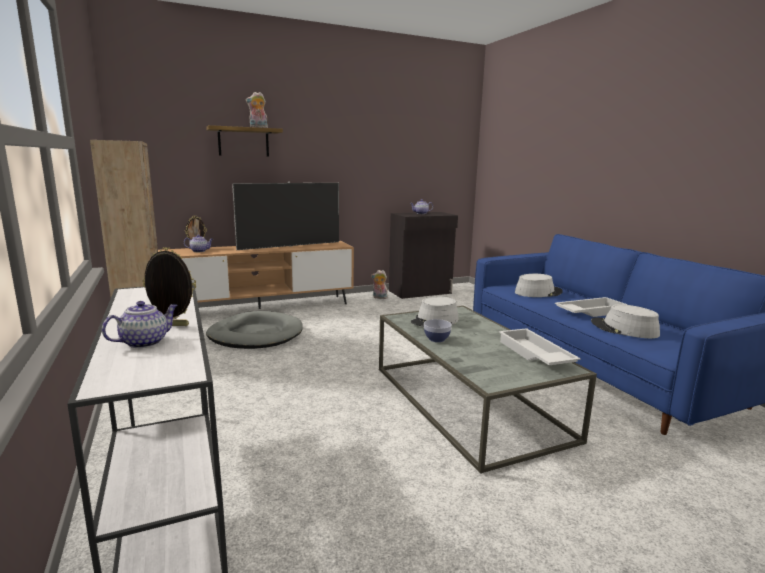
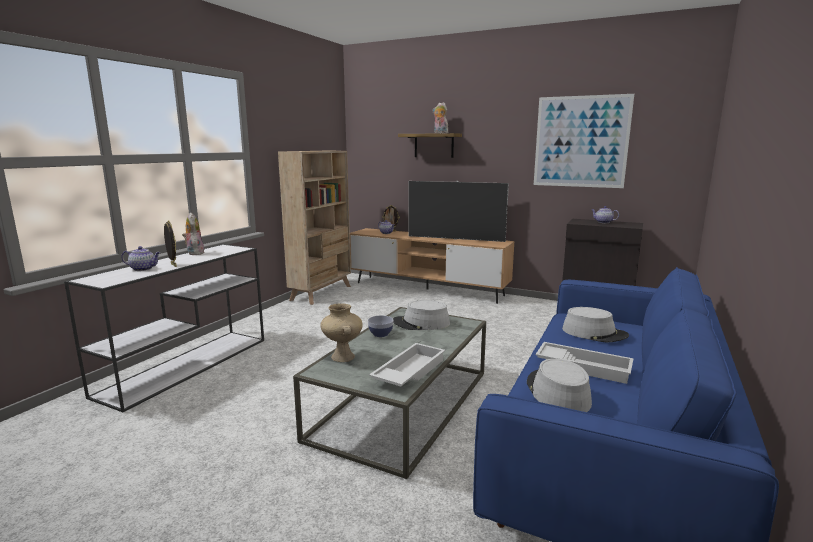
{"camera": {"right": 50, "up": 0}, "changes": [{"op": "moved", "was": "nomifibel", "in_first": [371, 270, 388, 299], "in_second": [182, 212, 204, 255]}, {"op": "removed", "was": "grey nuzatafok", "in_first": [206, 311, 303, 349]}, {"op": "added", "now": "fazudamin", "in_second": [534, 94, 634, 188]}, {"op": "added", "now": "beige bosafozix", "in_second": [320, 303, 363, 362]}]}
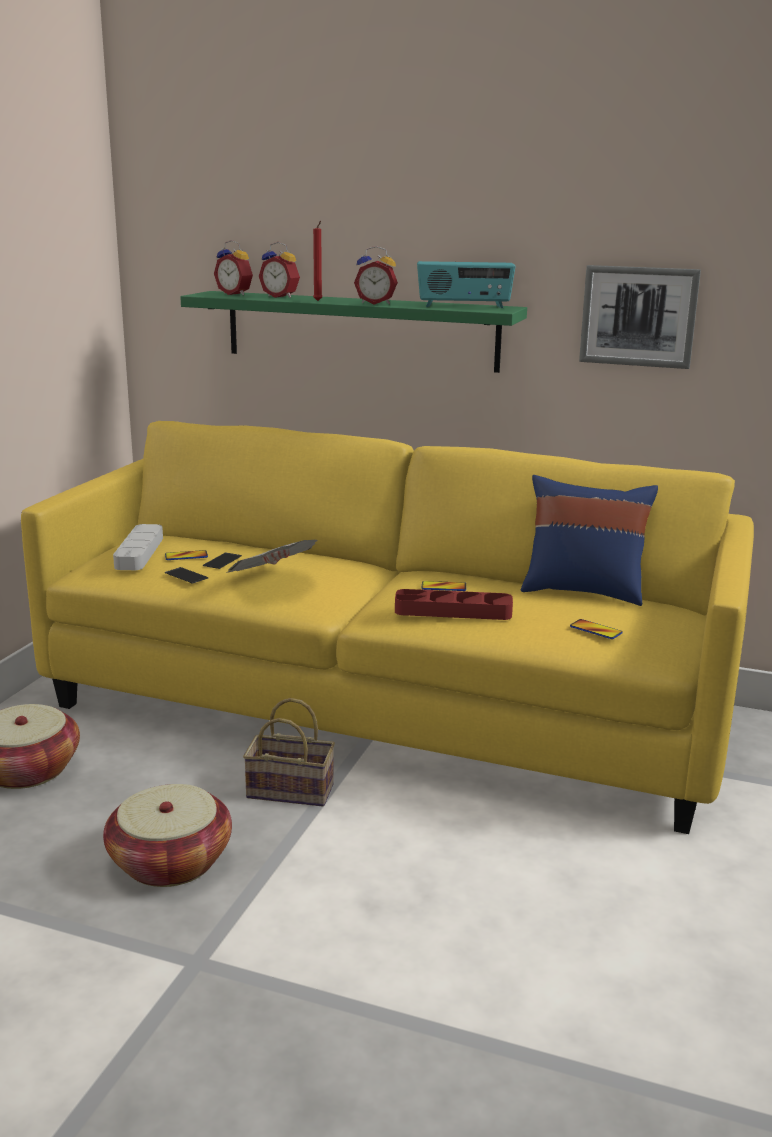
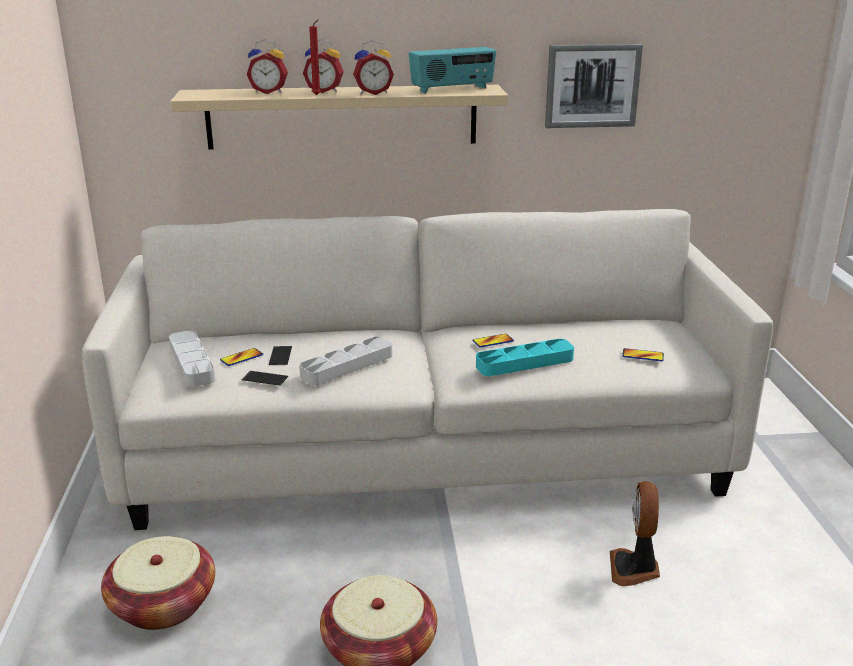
{"camera": {"right": -25, "up": 5}, "changes": [{"op": "moved", "was": "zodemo", "in_first": [214, 240, 253, 295], "in_second": [303, 39, 344, 93]}, {"op": "recoloured", "was": "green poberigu", "now": "beige poberigu", "in_first": [180, 291, 527, 373], "in_second": [170, 85, 508, 150]}, {"op": "recoloured", "was": "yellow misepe", "now": "white misepe", "in_first": [21, 421, 754, 834], "in_second": [82, 209, 773, 530]}, {"op": "removed", "was": "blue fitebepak", "in_first": [521, 475, 658, 606]}, {"op": "replaced", "was": "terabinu", "now": "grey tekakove", "in_first": [228, 540, 318, 572], "in_second": [299, 337, 392, 385]}, {"op": "recoloured", "was": "red tekakove", "now": "turquoise tekakove", "in_first": [395, 589, 513, 620], "in_second": [476, 339, 574, 376]}, {"op": "removed", "was": "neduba", "in_first": [243, 698, 335, 807]}, {"op": "added", "now": "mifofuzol", "in_second": [610, 481, 660, 586]}]}
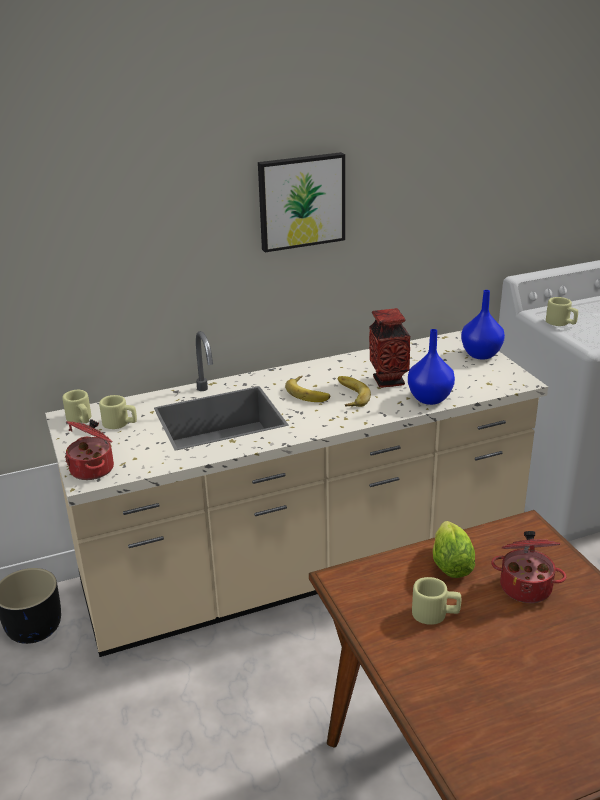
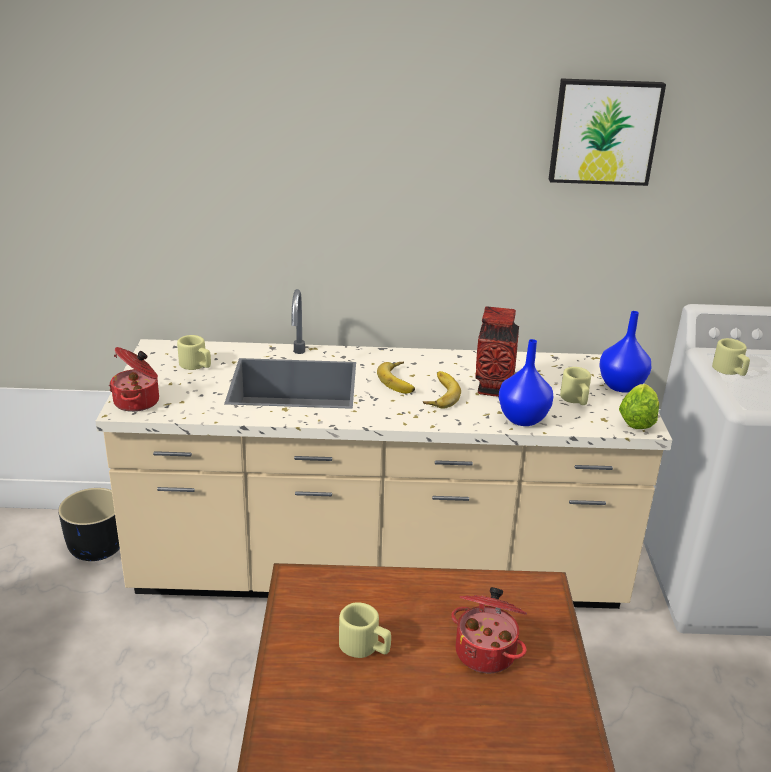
{"camera": {"right": 20, "up": 0}, "changes": [{"op": "moved", "was": "fazudamin", "in_first": [258, 152, 345, 252], "in_second": [549, 78, 666, 186]}, {"op": "moved", "was": "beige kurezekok", "in_first": [62, 390, 91, 423], "in_second": [560, 367, 591, 405]}, {"op": "moved", "was": "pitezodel", "in_first": [433, 521, 475, 578], "in_second": [619, 384, 659, 429]}]}
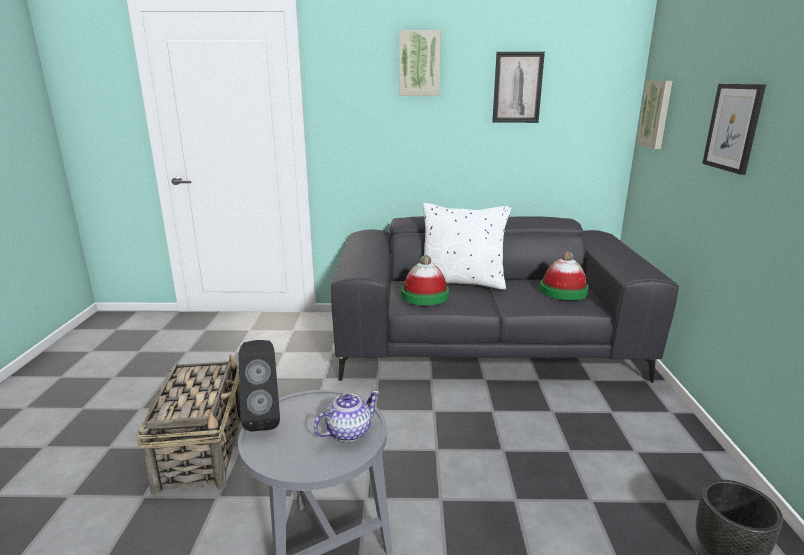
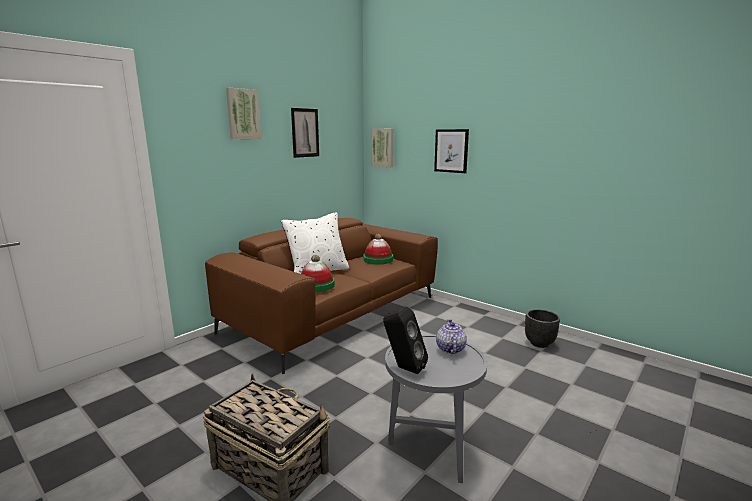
{"camera": {"right": -50, "up": -5}, "changes": [{"op": "recoloured", "was": "grey misepe", "now": "brown misepe", "in_first": [331, 216, 679, 383], "in_second": [205, 218, 438, 374]}]}
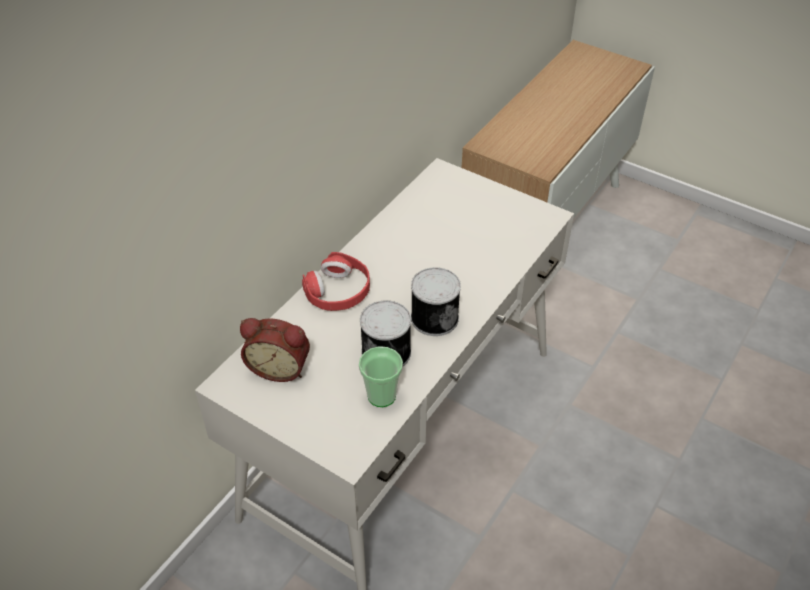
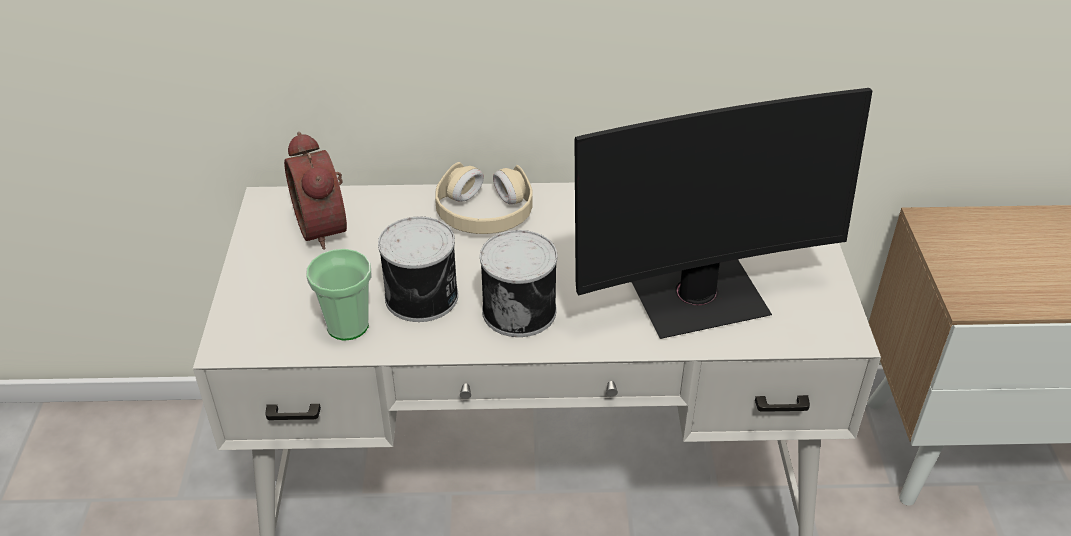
{"camera": {"right": 55, "up": -5}, "changes": [{"op": "recoloured", "was": "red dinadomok", "now": "beige dinadomok", "in_first": [302, 252, 370, 311], "in_second": [435, 162, 533, 234]}, {"op": "added", "now": "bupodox", "in_second": [575, 88, 873, 339]}]}
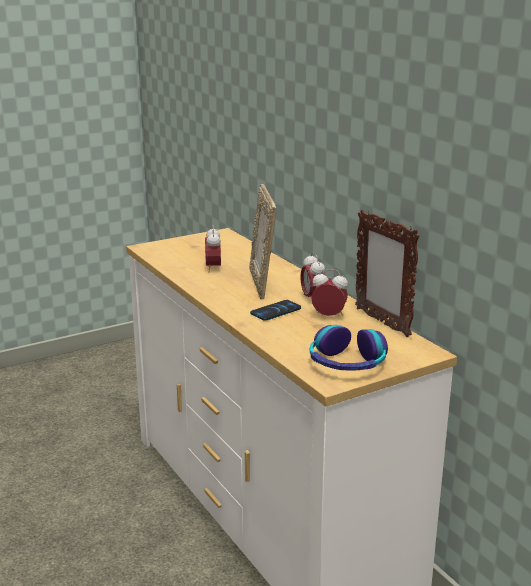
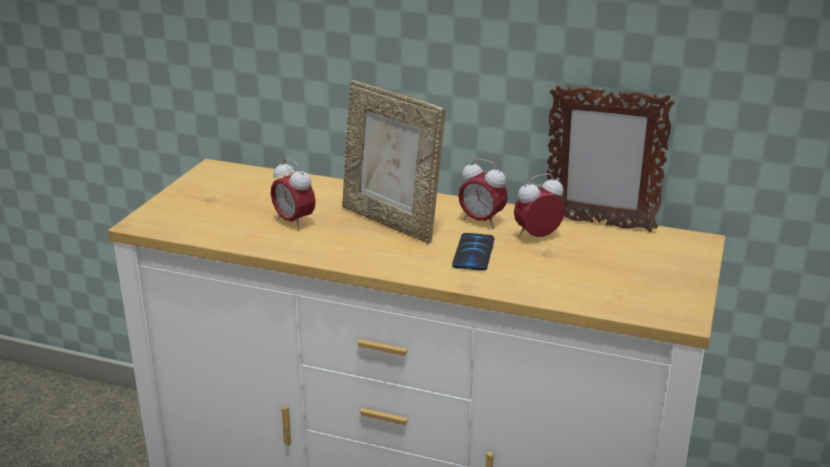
{"camera": {"right": -40, "up": 5}, "changes": [{"op": "removed", "was": "dinadomok", "in_first": [310, 325, 388, 370]}]}
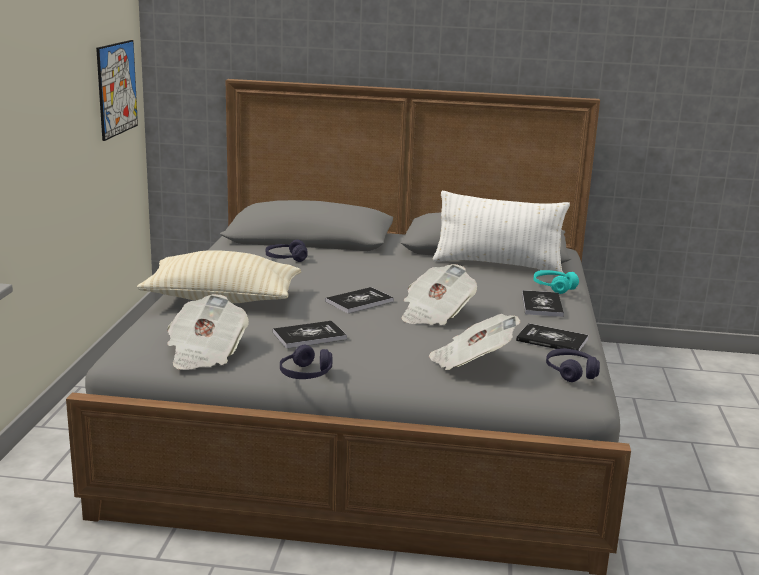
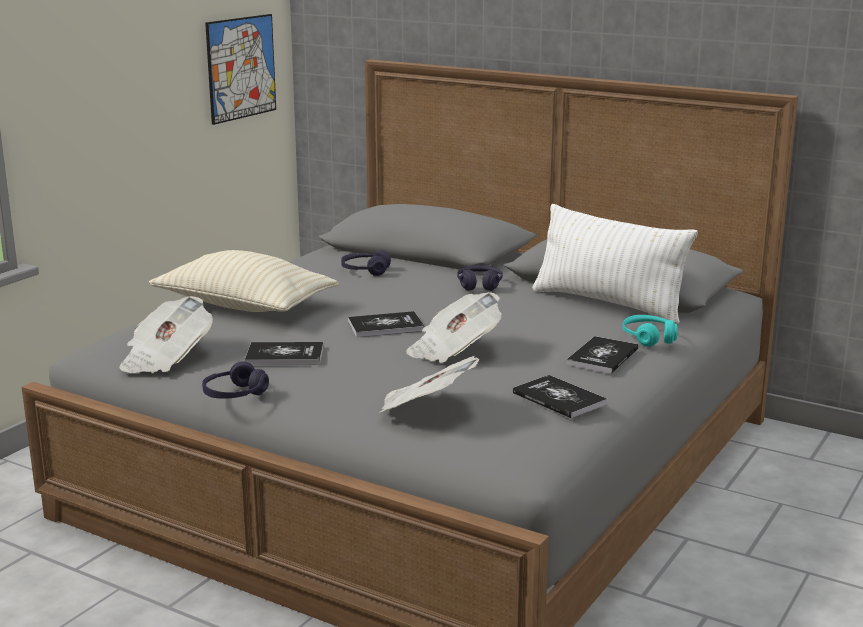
{"camera": {"right": 25, "up": 0}, "changes": [{"op": "moved", "was": "purple dinadomok", "in_first": [546, 348, 600, 382], "in_second": [457, 265, 503, 291]}]}
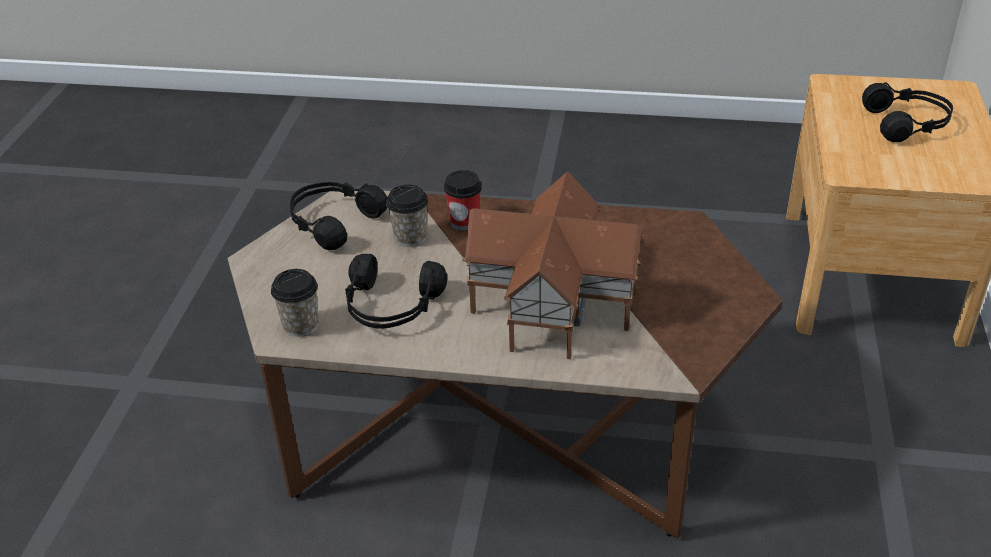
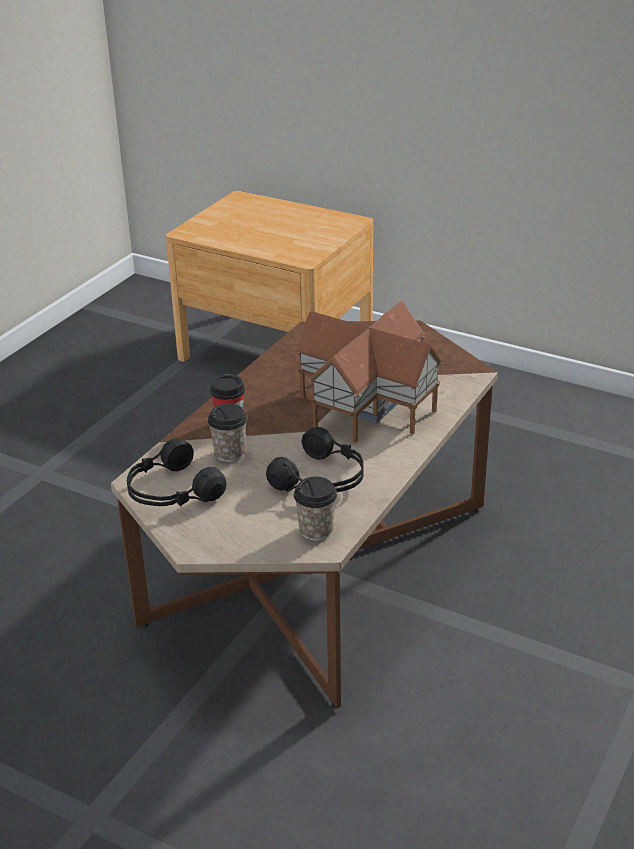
{"camera": {"right": -70, "up": -5}, "changes": [{"op": "removed", "was": "black dinadomok", "in_first": [862, 82, 953, 142]}]}
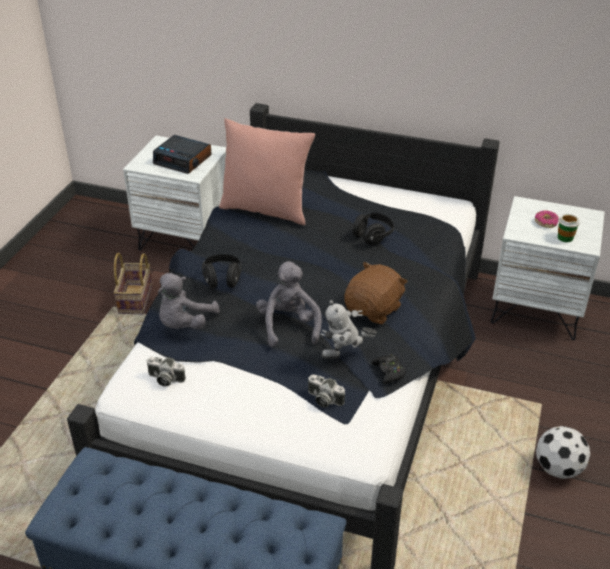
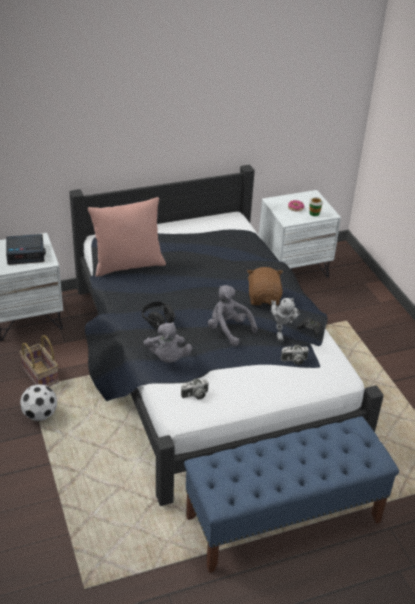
{"camera": {"right": -40, "up": 0}, "changes": [{"op": "removed", "was": "black dinadomok", "in_first": [353, 213, 394, 245]}, {"op": "turned", "was": "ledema", "in_first": [320, 300, 377, 359], "in_second": [271, 298, 300, 341], "clockwise": -45}, {"op": "moved", "was": "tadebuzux", "in_first": [536, 426, 590, 479], "in_second": [20, 384, 57, 421]}]}
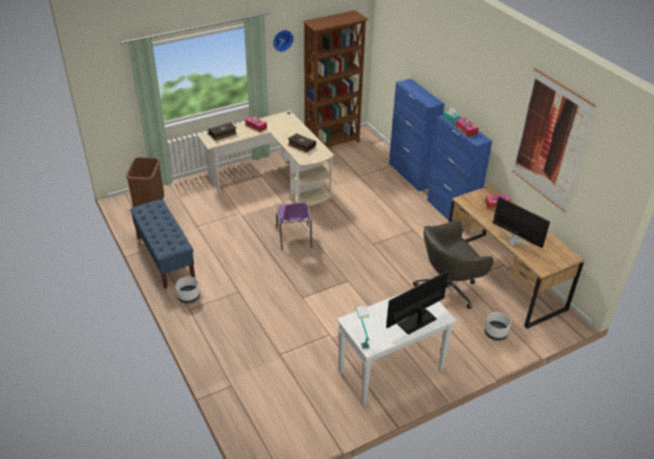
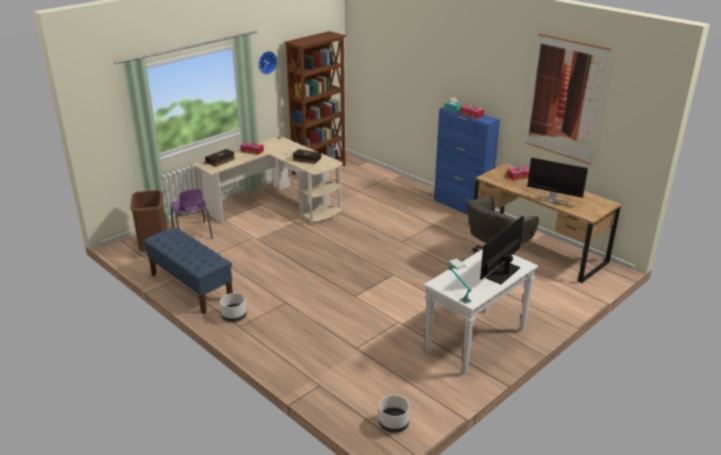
{"camera": {"right": -15, "up": -10}, "changes": [{"op": "removed", "was": "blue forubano", "in_first": [389, 79, 444, 191]}, {"op": "moved", "was": "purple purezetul", "in_first": [276, 203, 312, 251], "in_second": [170, 188, 213, 239]}, {"op": "moved", "was": "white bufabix", "in_first": [484, 312, 511, 341], "in_second": [379, 395, 410, 433]}]}
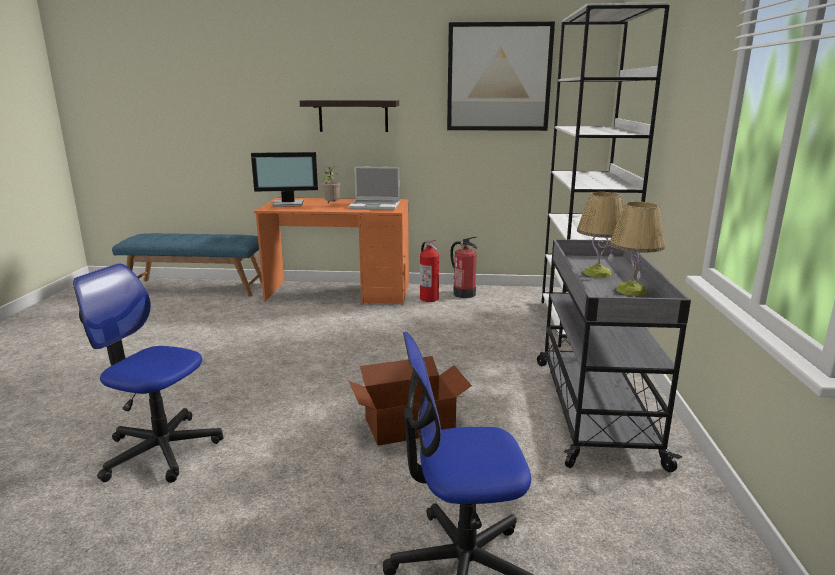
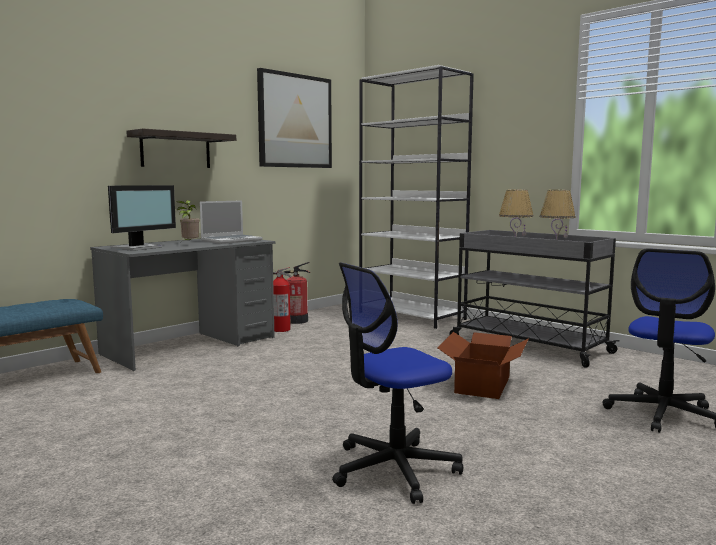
{"camera": {"right": -50, "up": -10}, "changes": [{"op": "recoloured", "was": "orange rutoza", "now": "grey rutoza", "in_first": [254, 198, 409, 305], "in_second": [90, 239, 276, 371]}]}
